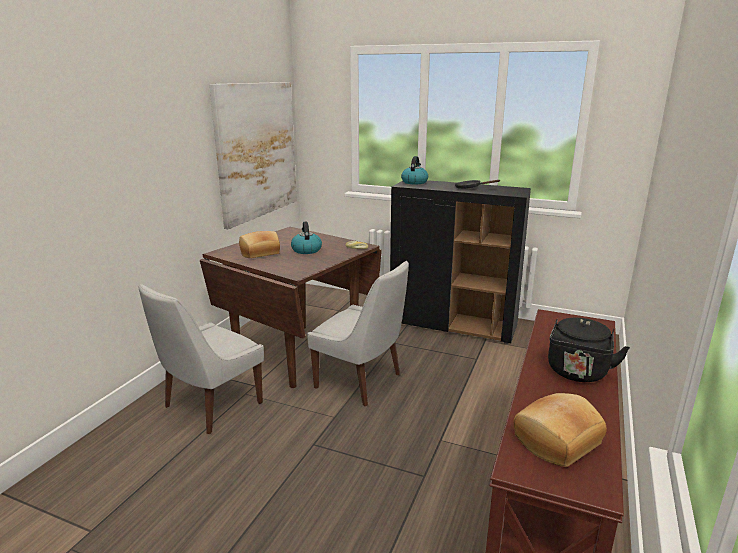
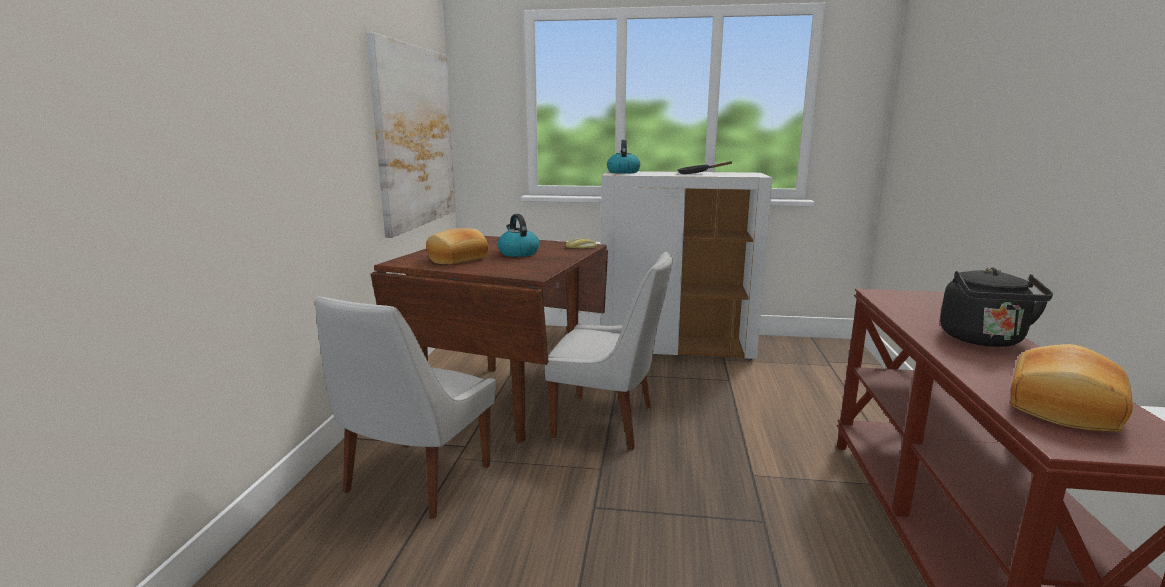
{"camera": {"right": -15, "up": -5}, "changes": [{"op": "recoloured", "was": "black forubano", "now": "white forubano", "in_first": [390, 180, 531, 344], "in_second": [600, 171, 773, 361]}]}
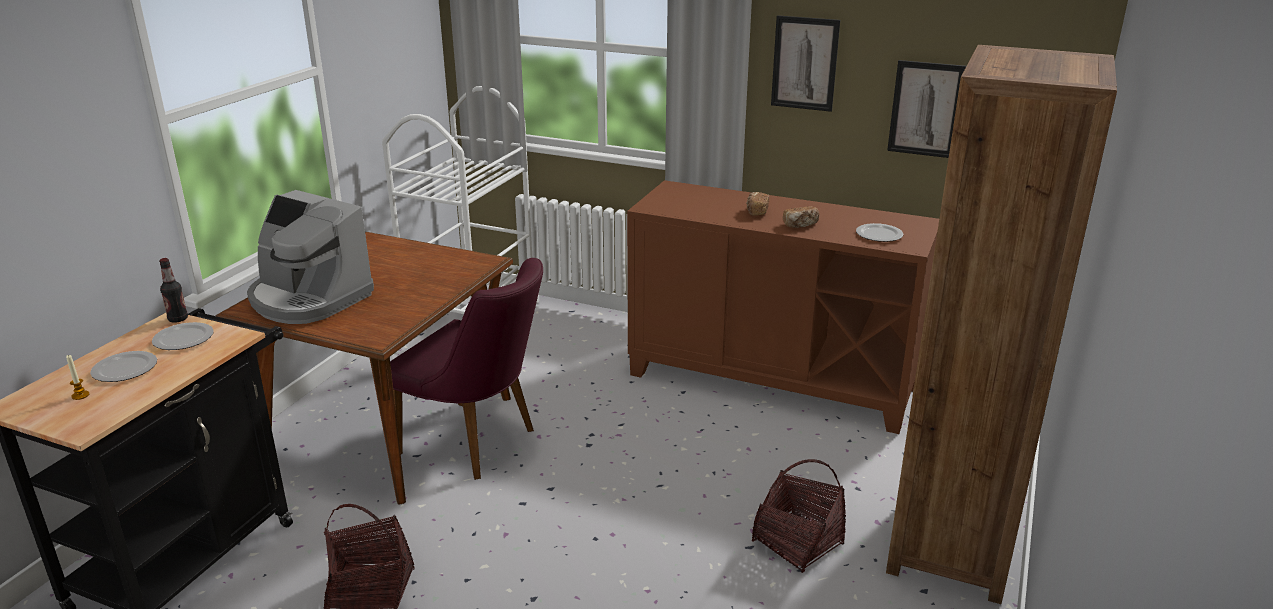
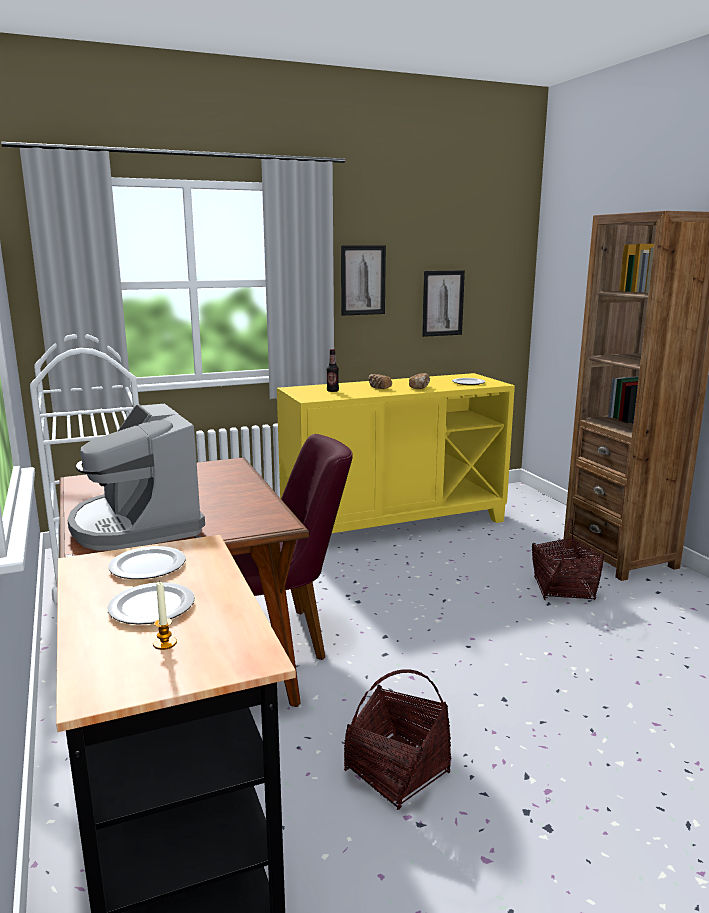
{"camera": {"right": -45, "up": -10}, "changes": [{"op": "recoloured", "was": "brown forubano", "now": "yellow forubano", "in_first": [627, 180, 939, 434], "in_second": [277, 373, 515, 533]}, {"op": "turned", "was": "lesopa", "in_first": [247, 190, 374, 324], "in_second": [67, 404, 205, 551], "clockwise": 75}, {"op": "moved", "was": "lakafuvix", "in_first": [159, 258, 188, 323], "in_second": [326, 349, 339, 392]}]}
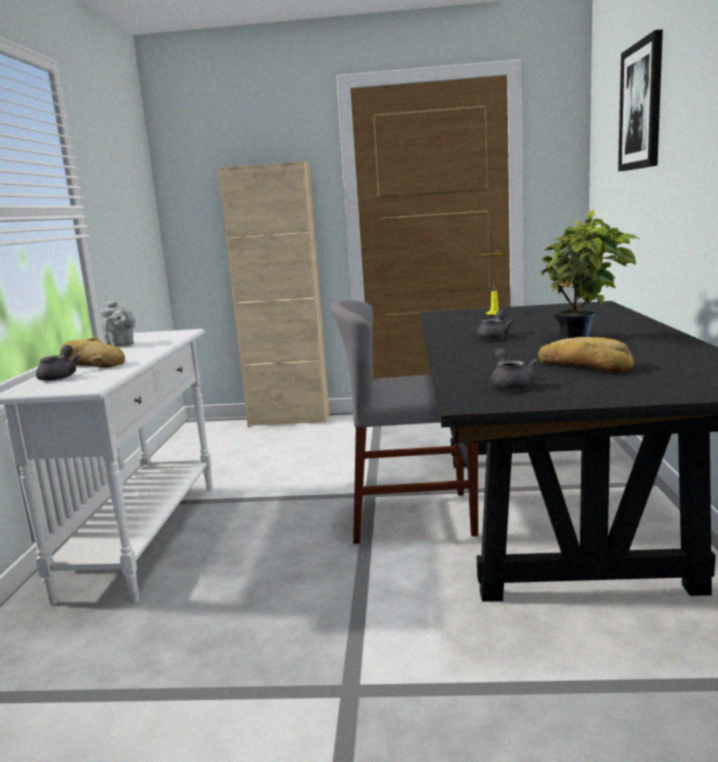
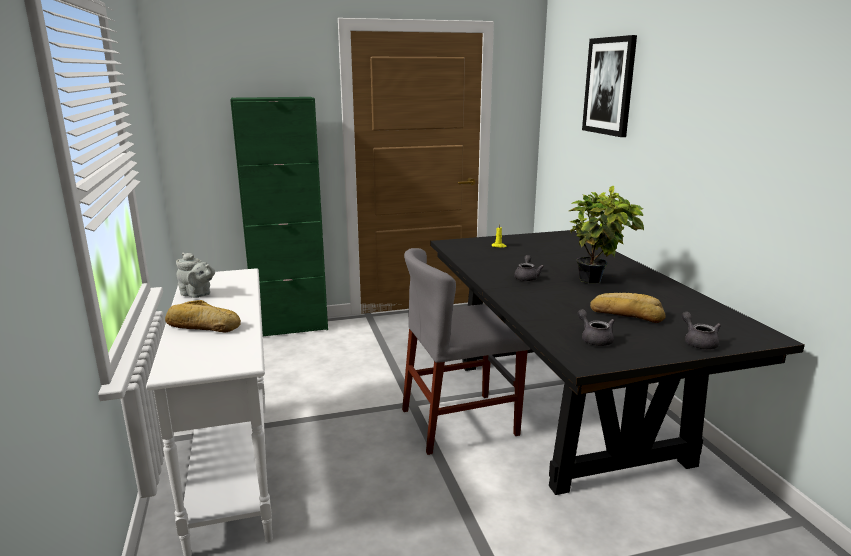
{"camera": {"right": -20, "up": 5}, "changes": [{"op": "recoloured", "was": "beige forubano", "now": "green forubano", "in_first": [218, 161, 330, 427], "in_second": [230, 97, 328, 336]}, {"op": "moved", "was": "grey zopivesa", "in_first": [36, 345, 79, 381], "in_second": [681, 312, 721, 350]}]}
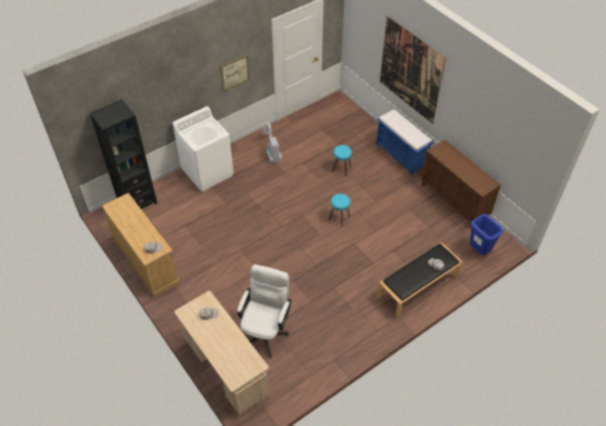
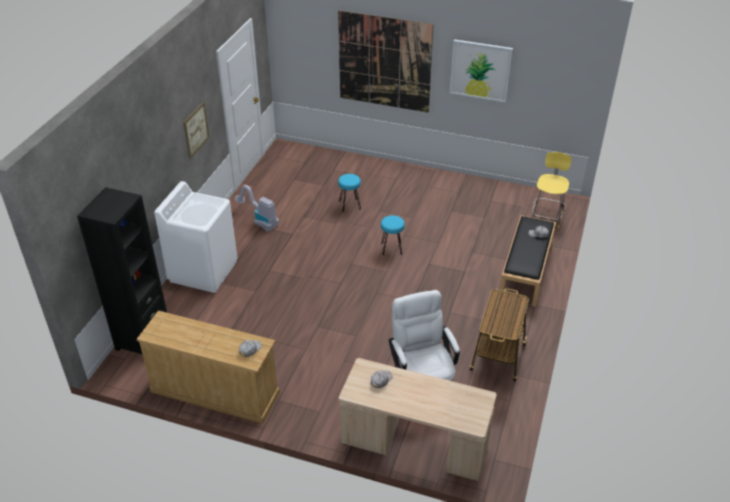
{"camera": {"right": -35, "up": -10}, "changes": [{"op": "removed", "was": "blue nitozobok", "in_first": [376, 109, 434, 175]}, {"op": "removed", "was": "brown forubano", "in_first": [421, 140, 501, 228]}, {"op": "replaced", "was": "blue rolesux", "now": "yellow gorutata", "in_first": [470, 214, 504, 255], "in_second": [532, 152, 572, 228]}, {"op": "added", "now": "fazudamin", "in_second": [450, 39, 513, 103]}, {"op": "added", "now": "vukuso", "in_second": [470, 288, 529, 381]}]}
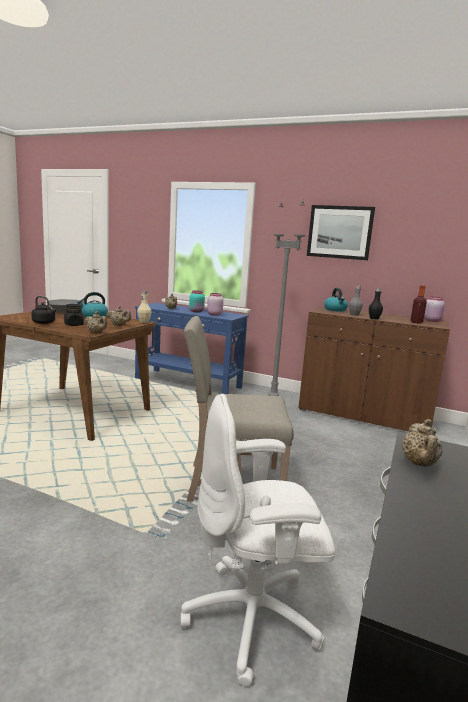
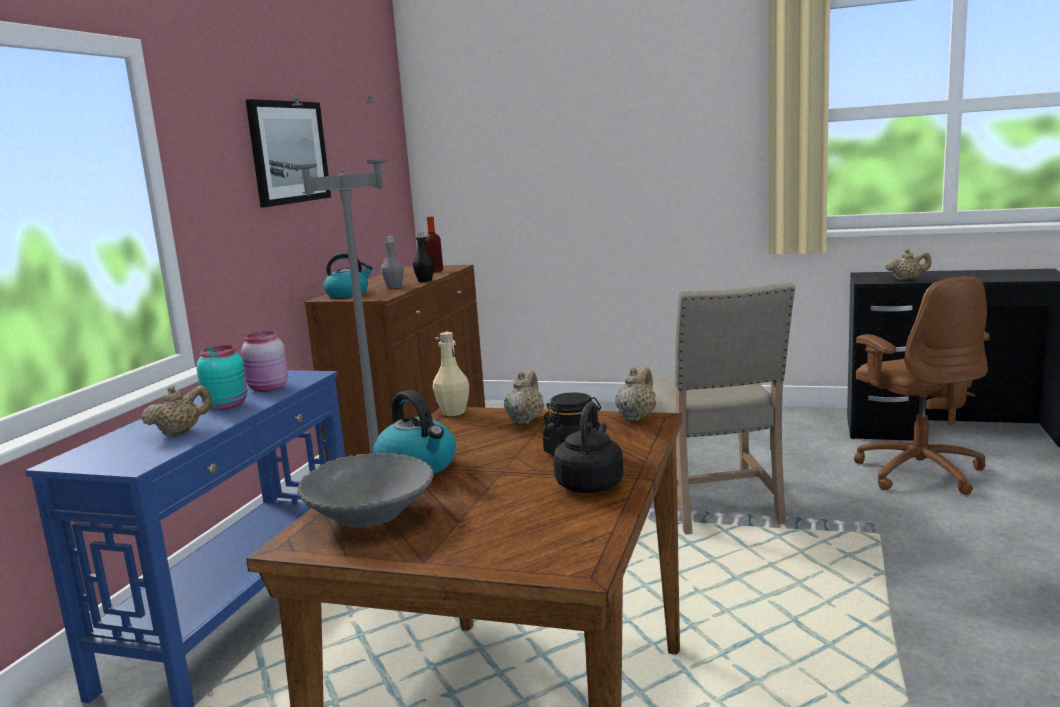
{"camera": {"right": -95, "up": 0}, "changes": [{"op": "removed", "was": "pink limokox", "in_first": [424, 296, 445, 322]}, {"op": "recoloured", "was": "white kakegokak", "now": "brown kakegokak", "in_first": [181, 394, 335, 687], "in_second": [854, 276, 990, 495]}]}
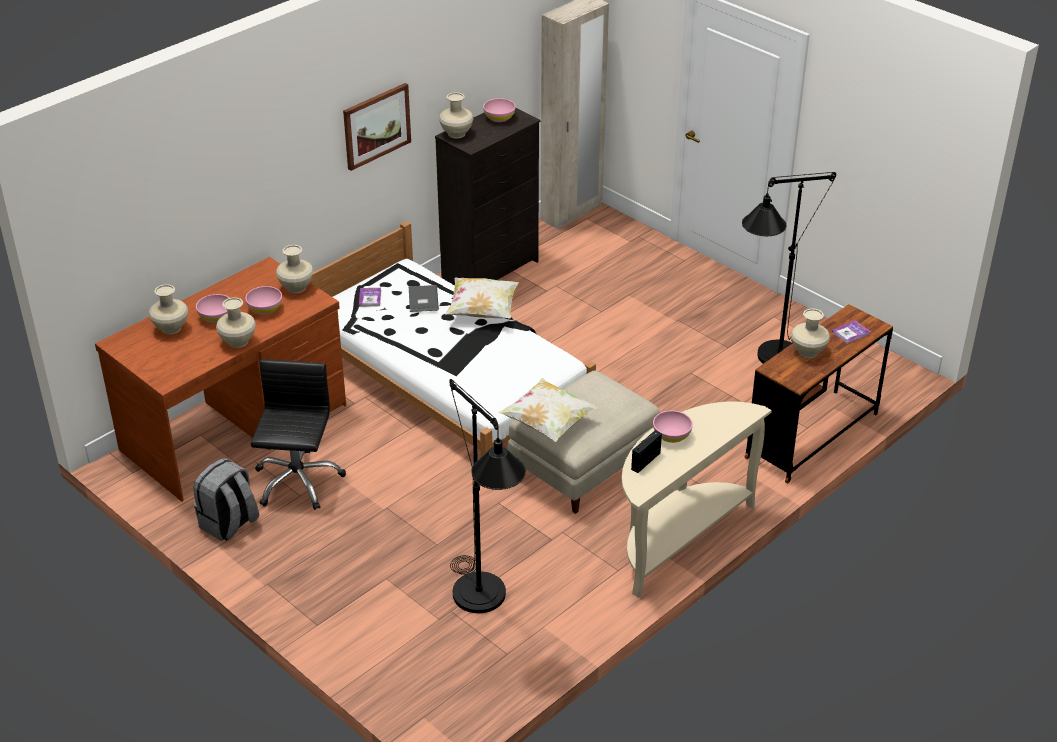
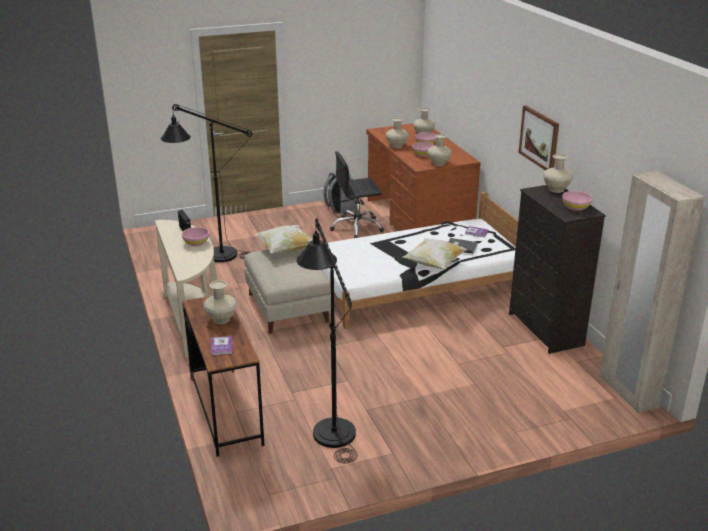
{"camera": {"right": 115, "up": -10}, "changes": [{"op": "turned", "was": "black kakegokak", "in_first": [251, 359, 346, 510], "in_second": [330, 151, 384, 238], "clockwise": 135}]}
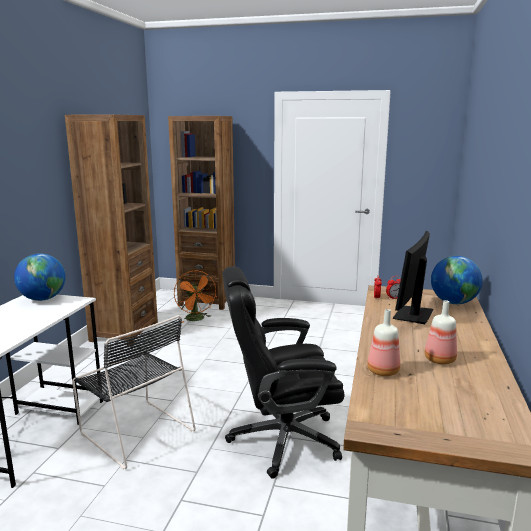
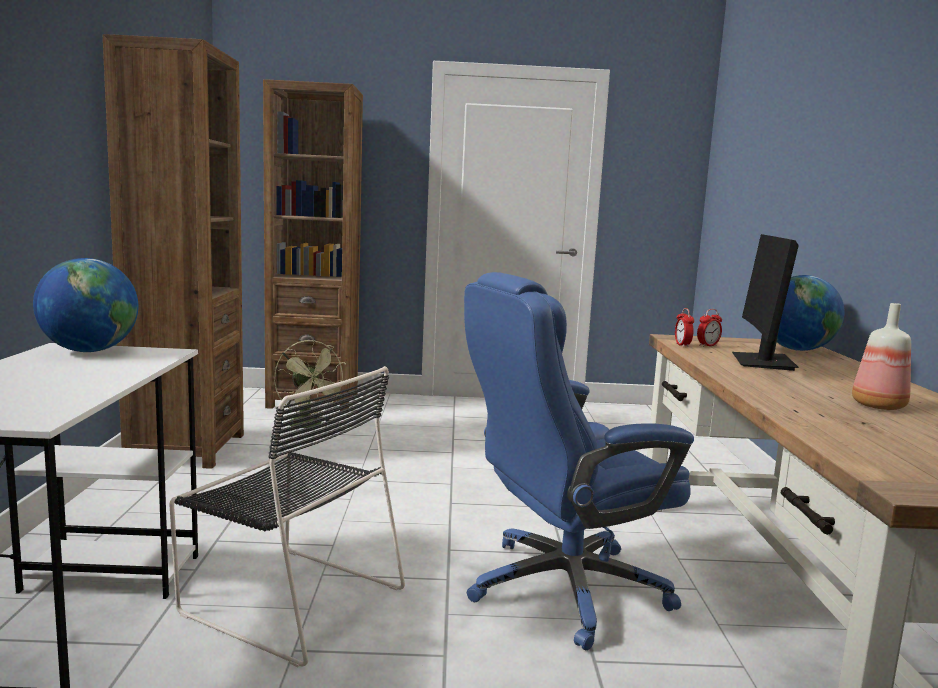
{"camera": {"right": -15, "up": -5}, "changes": [{"op": "recoloured", "was": "black kakegokak", "now": "blue kakegokak", "in_first": [222, 266, 344, 479], "in_second": [464, 272, 694, 650]}, {"op": "recoloured", "was": "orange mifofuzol", "now": "green mifofuzol", "in_first": [174, 270, 216, 323], "in_second": [274, 340, 347, 428]}, {"op": "removed", "was": "lakafuvix", "in_first": [367, 309, 400, 376]}]}
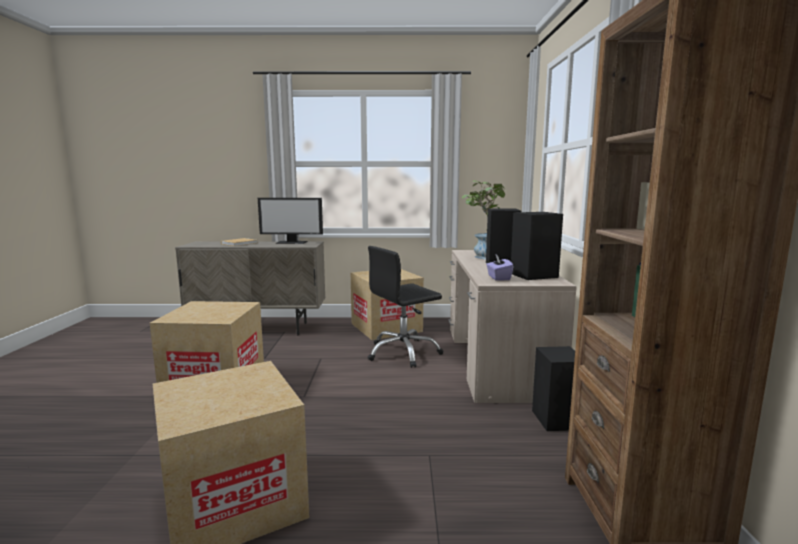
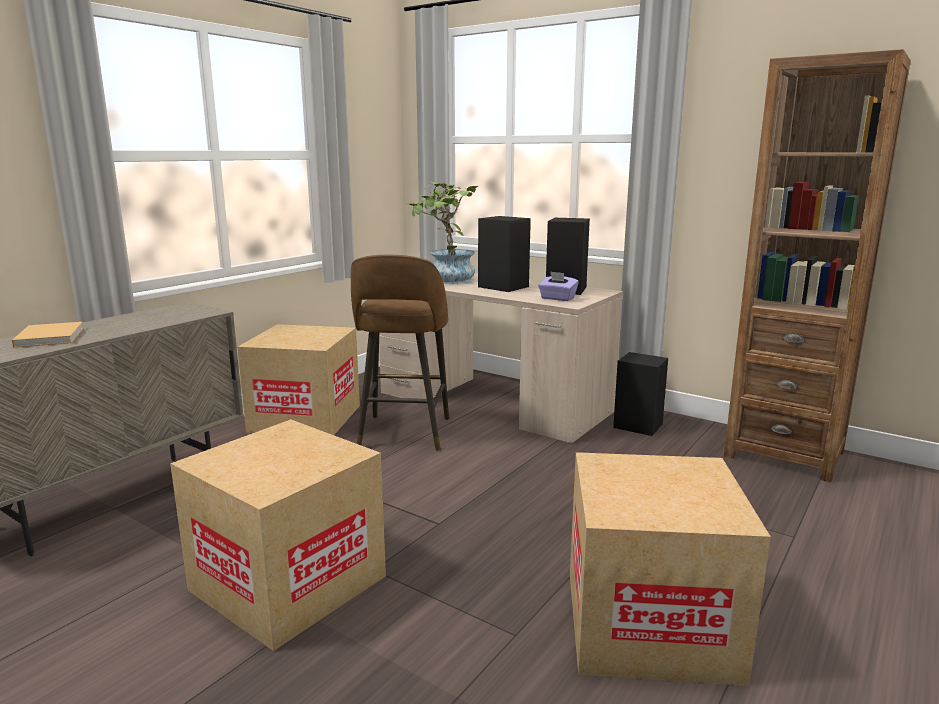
{"camera": {"right": -55, "up": 5}, "changes": [{"op": "removed", "was": "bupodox", "in_first": [258, 198, 323, 244]}, {"op": "replaced", "was": "black kakegokak", "now": "brown gorutata", "in_first": [368, 246, 443, 368], "in_second": [351, 255, 449, 451]}]}
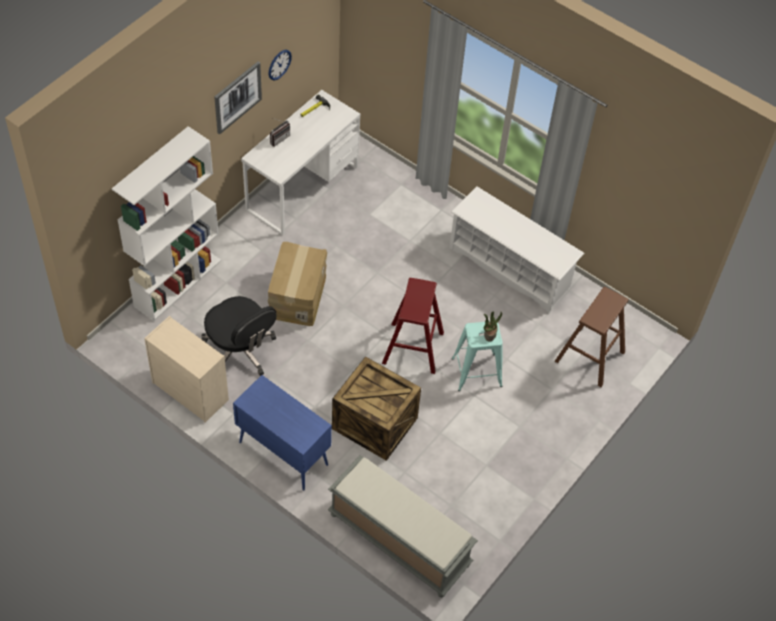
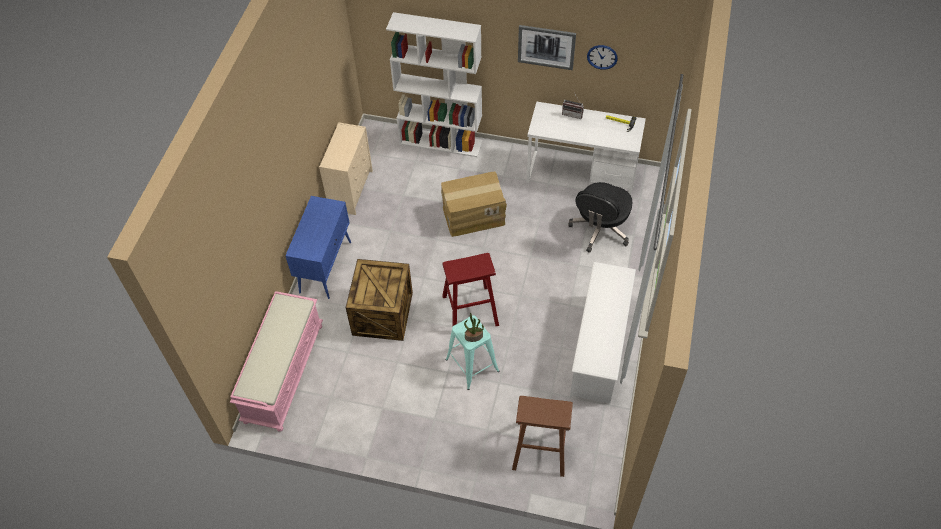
{"camera": {"right": 70, "up": 0}, "changes": [{"op": "moved", "was": "black kakegokak", "in_first": [201, 296, 276, 376], "in_second": [568, 182, 633, 253]}, {"op": "recoloured", "was": "grey nitozobok", "now": "pink nitozobok", "in_first": [328, 455, 478, 597], "in_second": [230, 291, 323, 432]}]}
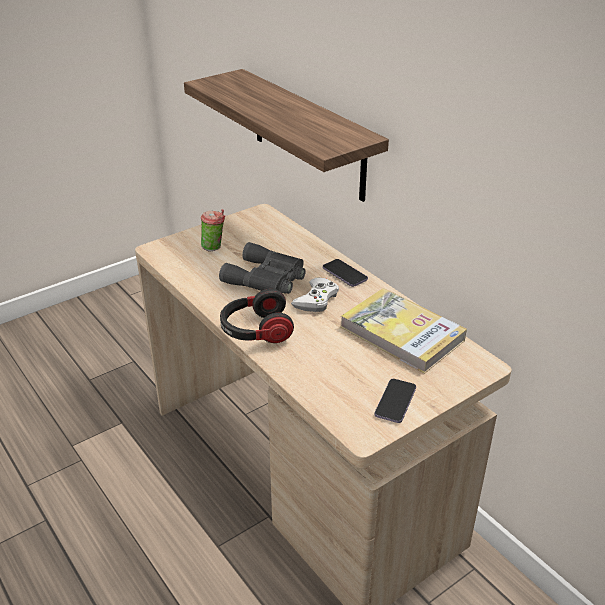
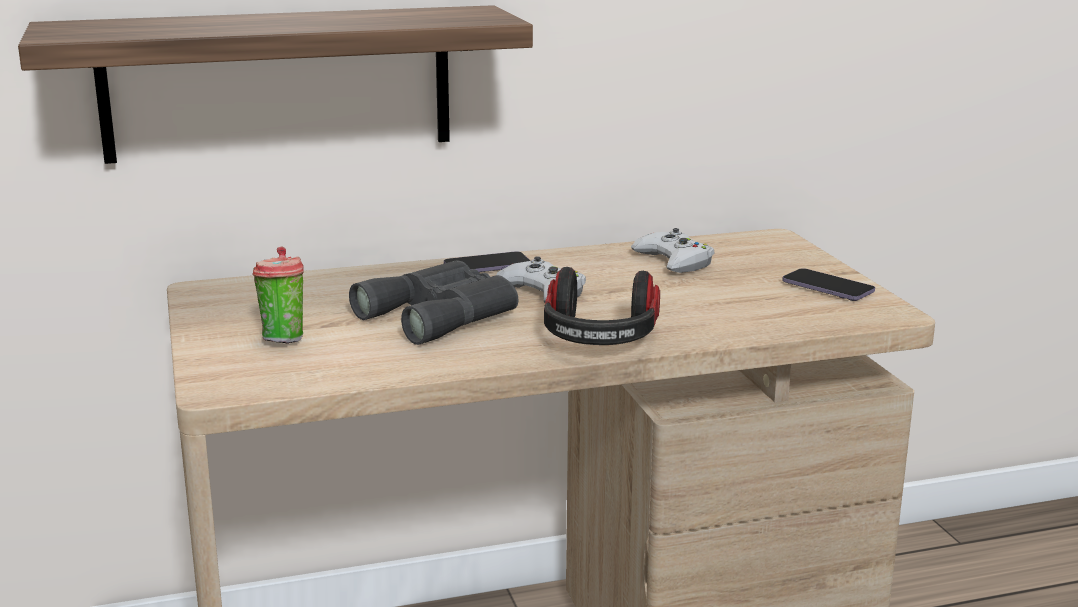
{"camera": {"right": -70, "up": -15}, "changes": [{"op": "replaced", "was": "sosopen", "now": "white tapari", "in_first": [341, 288, 467, 374], "in_second": [631, 228, 714, 273]}]}
